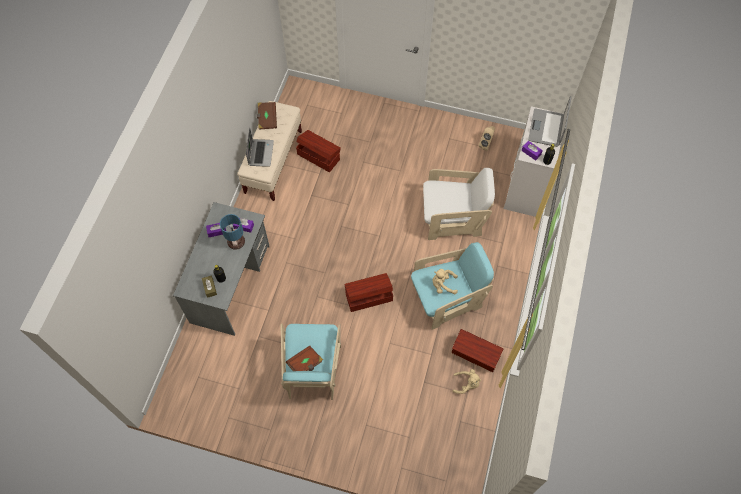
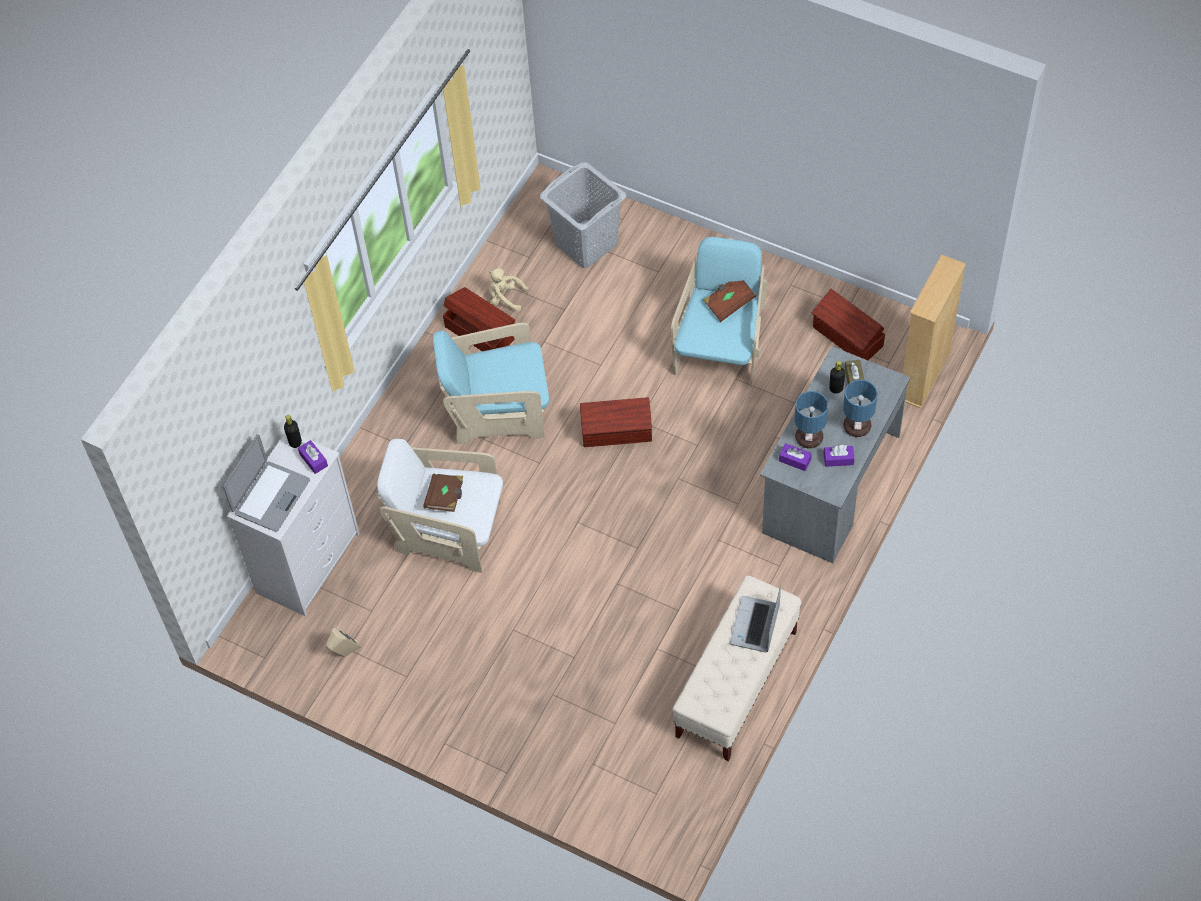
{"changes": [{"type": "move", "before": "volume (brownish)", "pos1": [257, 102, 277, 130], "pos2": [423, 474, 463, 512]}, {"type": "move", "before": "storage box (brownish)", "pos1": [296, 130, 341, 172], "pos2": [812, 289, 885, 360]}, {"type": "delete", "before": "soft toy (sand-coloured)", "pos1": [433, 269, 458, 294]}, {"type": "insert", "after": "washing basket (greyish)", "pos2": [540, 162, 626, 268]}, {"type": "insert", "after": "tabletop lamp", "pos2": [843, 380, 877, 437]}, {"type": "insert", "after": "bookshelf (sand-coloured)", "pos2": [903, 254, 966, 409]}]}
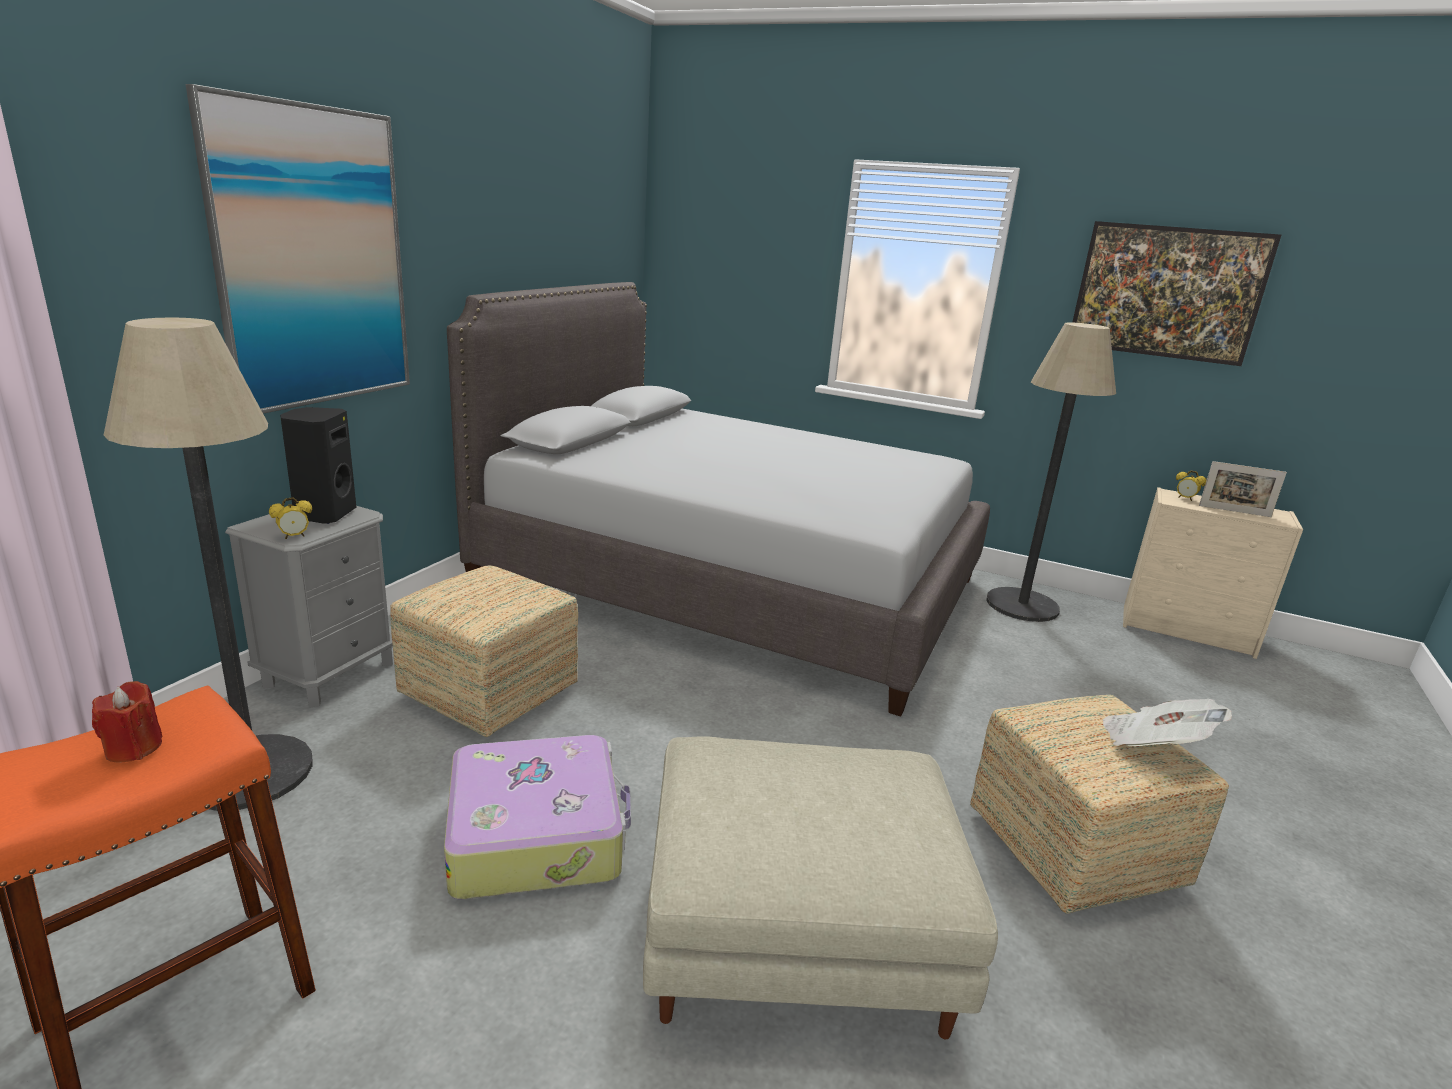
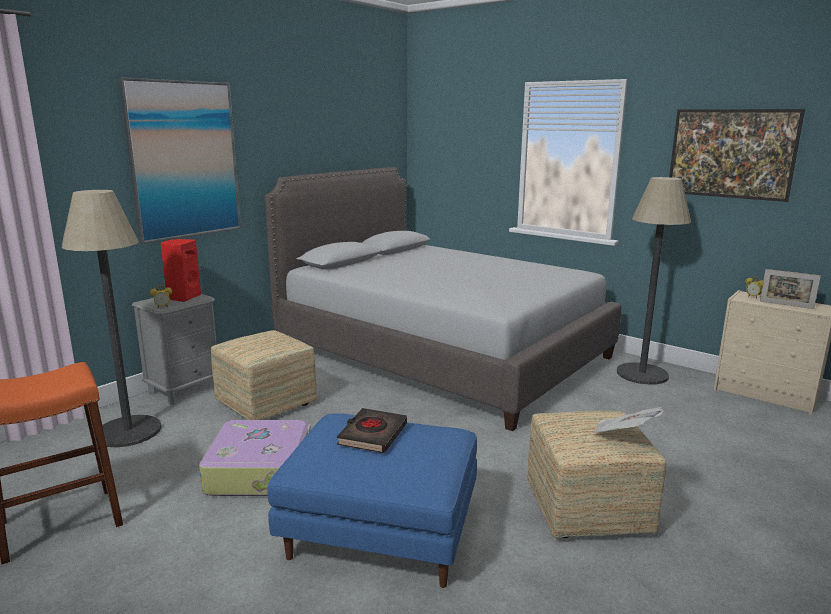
{"changes": [{"type": "delete", "before": "wax candle (red)", "pos1": [92, 681, 163, 763]}, {"type": "recolor", "before": "speaker (black)", "after": "speaker (red)", "pos1": [280, 407, 356, 524], "pos2": [161, 239, 201, 302]}, {"type": "recolor", "before": "ottoman (sand-coloured)", "after": "ottoman (blue-coloured)", "pos1": [643, 736, 998, 1039], "pos2": [267, 413, 477, 588]}, {"type": "insert", "after": "volume (black)", "pos2": [337, 408, 407, 453]}]}
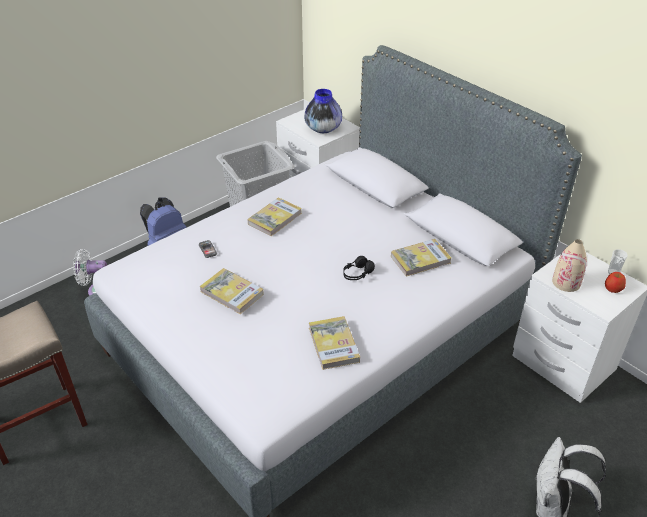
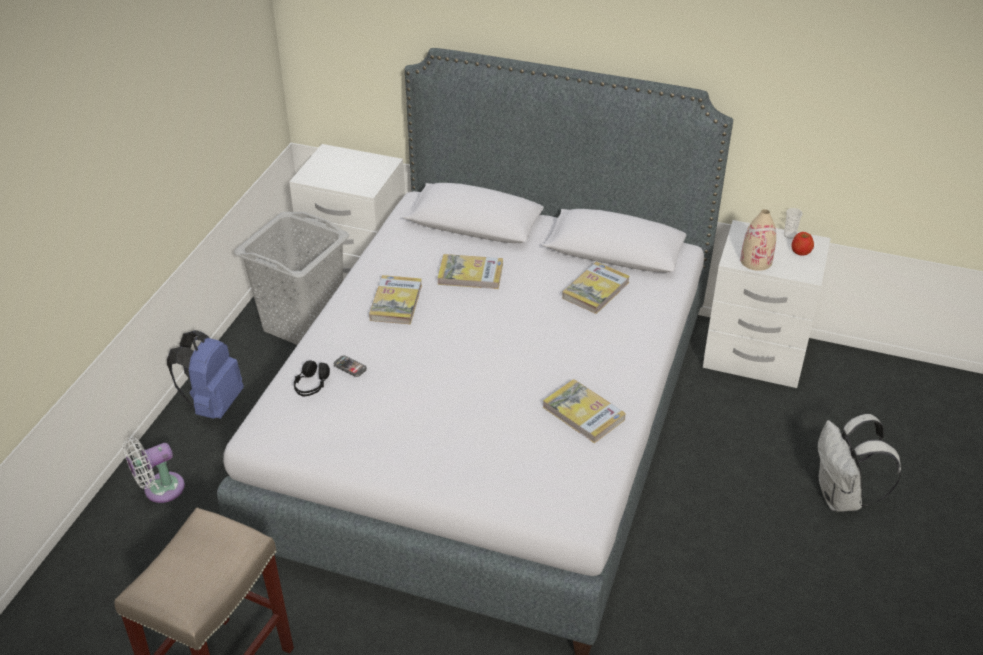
{"changes": [{"type": "move", "before": "volume", "pos1": [199, 268, 264, 314], "pos2": [438, 254, 503, 289]}, {"type": "delete", "before": "vase", "pos1": [304, 89, 342, 133]}, {"type": "move", "before": "pair of headphones (black)", "pos1": [343, 256, 375, 280], "pos2": [294, 360, 330, 396]}]}
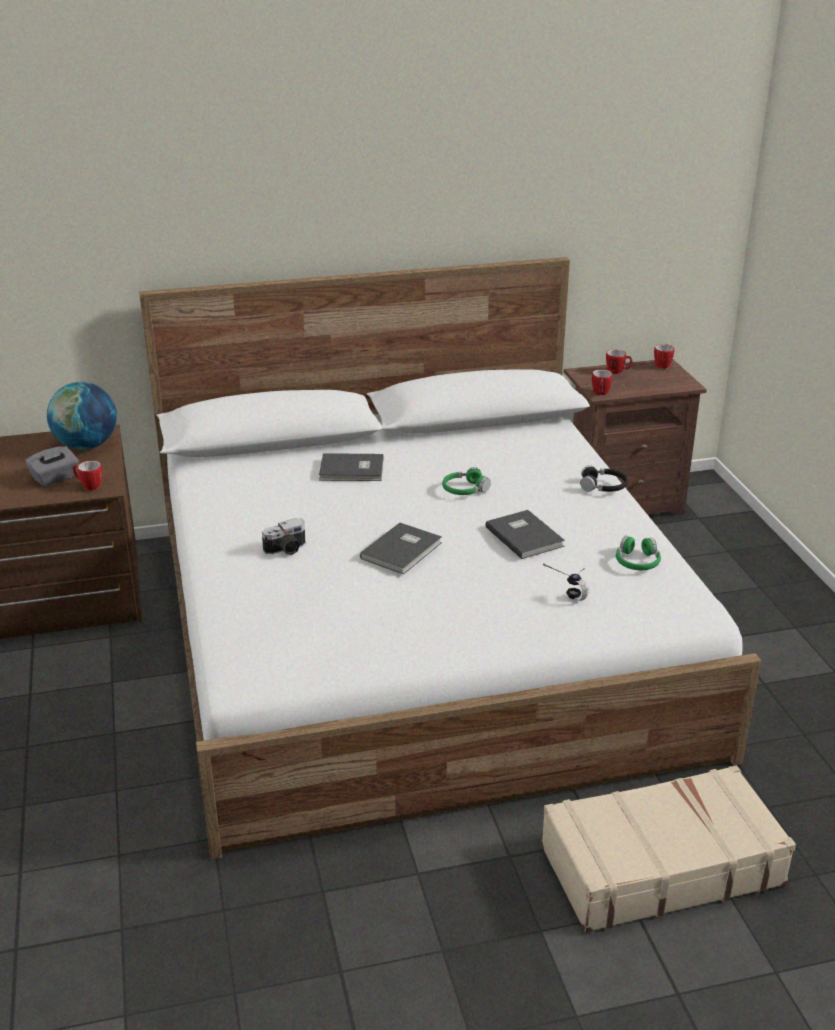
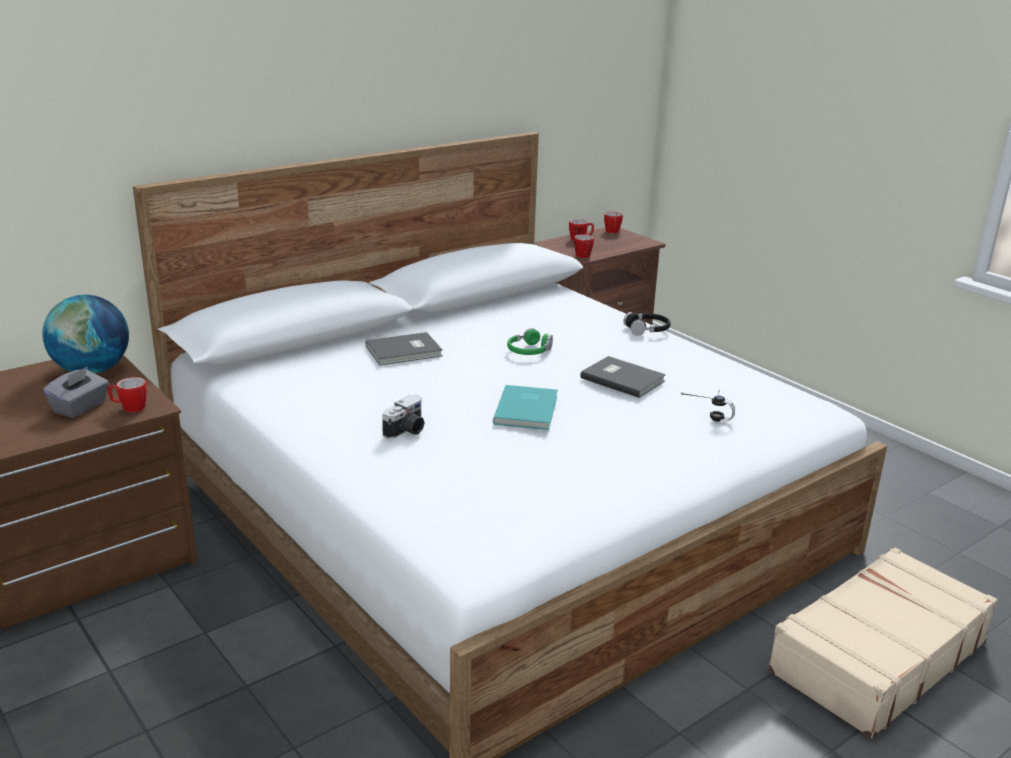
{"changes": [{"type": "recolor", "before": "volume (greyish)", "after": "volume (turquoise)", "pos1": [360, 523, 442, 574], "pos2": [493, 385, 558, 430]}, {"type": "delete", "before": "pair of headphones (green)", "pos1": [616, 536, 661, 570]}]}
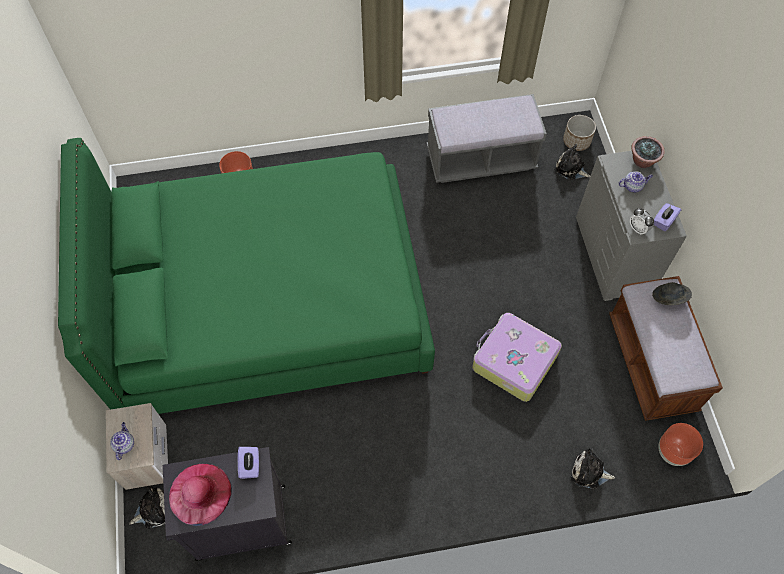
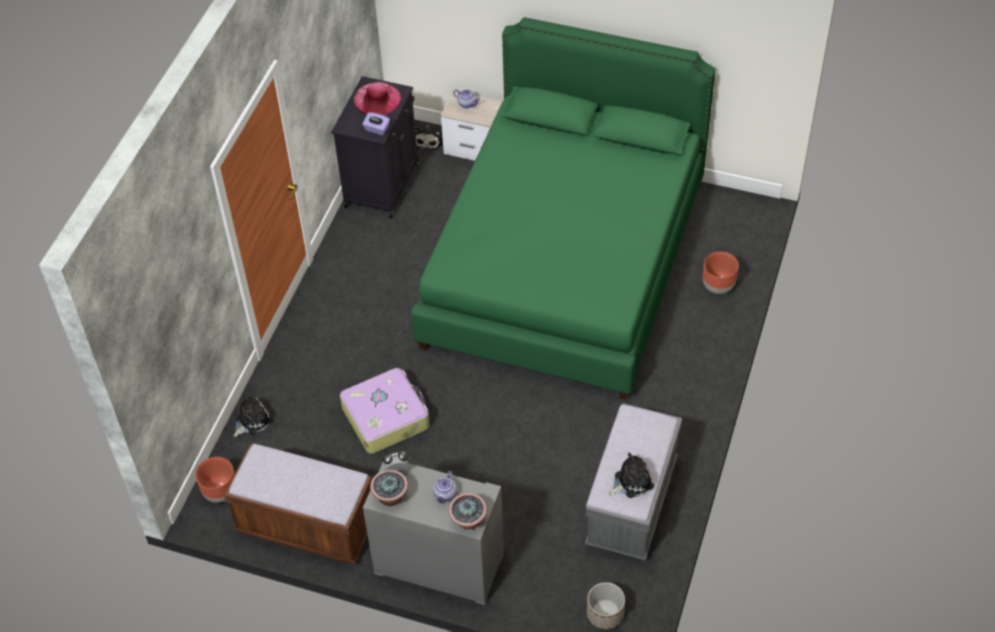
{"changes": [{"type": "move", "before": "soft toy", "pos1": [554, 144, 590, 180], "pos2": [609, 453, 654, 498]}, {"type": "delete", "before": "clothing hat (greyish)", "pos1": [652, 282, 692, 305]}, {"type": "replace", "before": "tissue box (purple)", "after": "houseplant", "pos1": [654, 203, 681, 231], "pos2": [370, 470, 408, 506]}]}
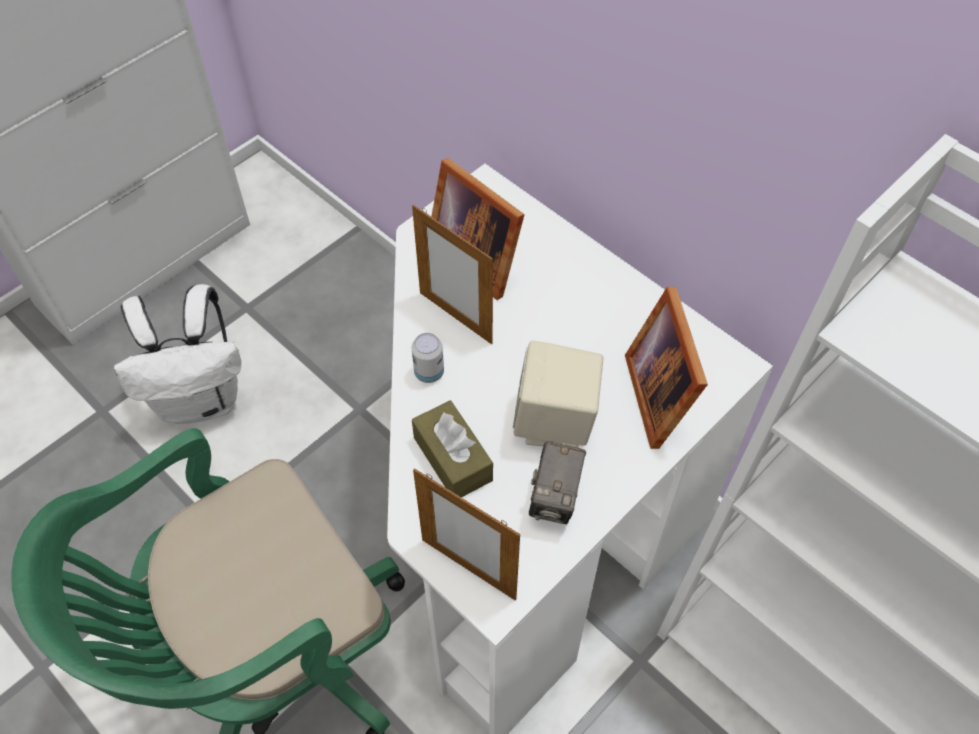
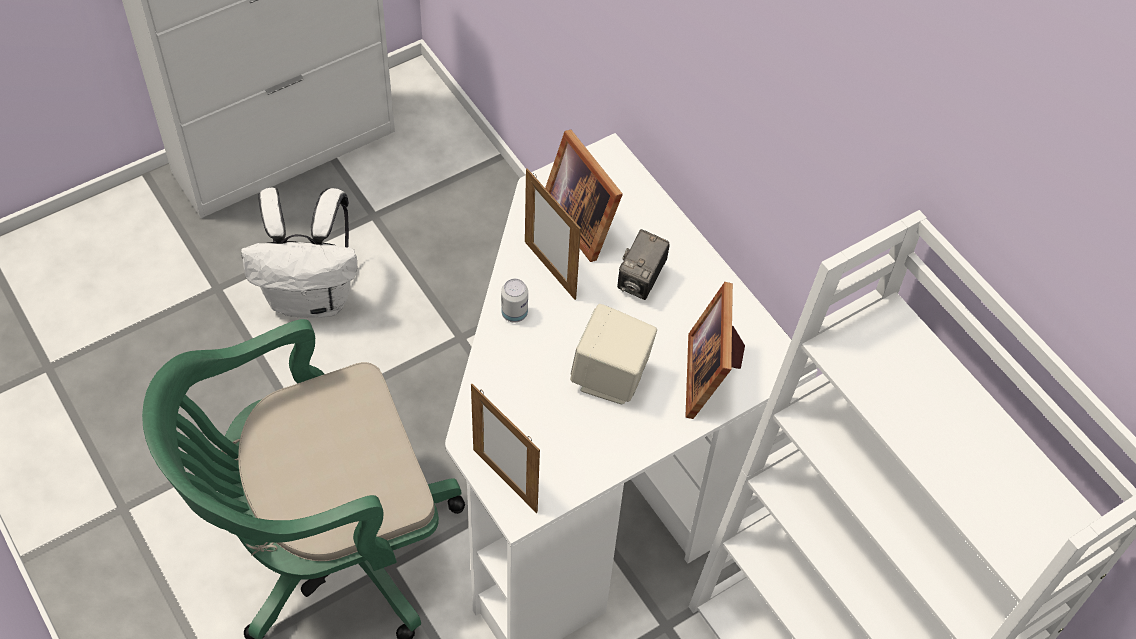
{"changes": [{"type": "delete", "before": "tissue box (brownish)", "pos1": [412, 400, 493, 498]}, {"type": "move", "before": "photo camera", "pos1": [529, 441, 586, 524], "pos2": [617, 229, 670, 300]}]}
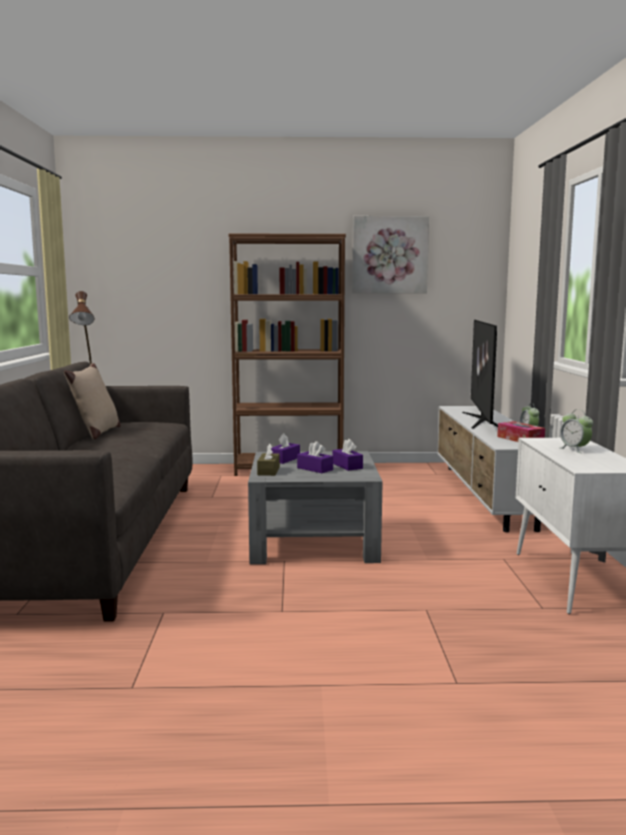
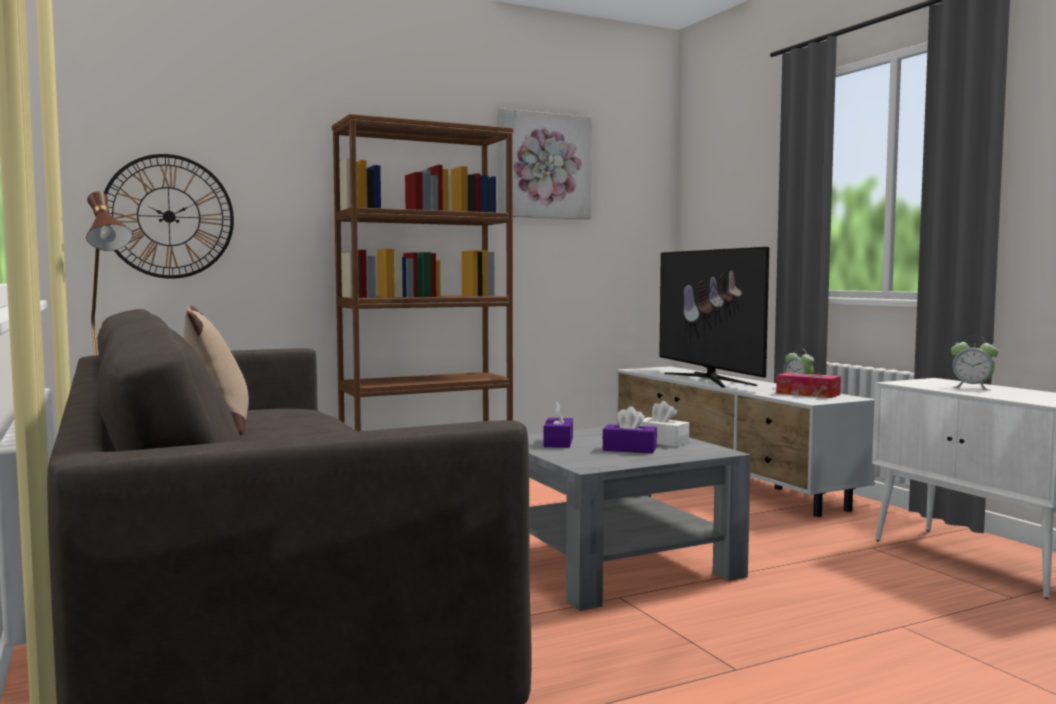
{"changes": [{"type": "delete", "before": "tissue box (brownish)", "pos1": [257, 444, 280, 476]}, {"type": "recolor", "before": "tissue box (purple)", "after": "tissue box (whitish)", "pos1": [333, 439, 363, 471], "pos2": [639, 401, 689, 447]}, {"type": "insert", "after": "clock on the wall", "pos2": [104, 154, 234, 279]}]}
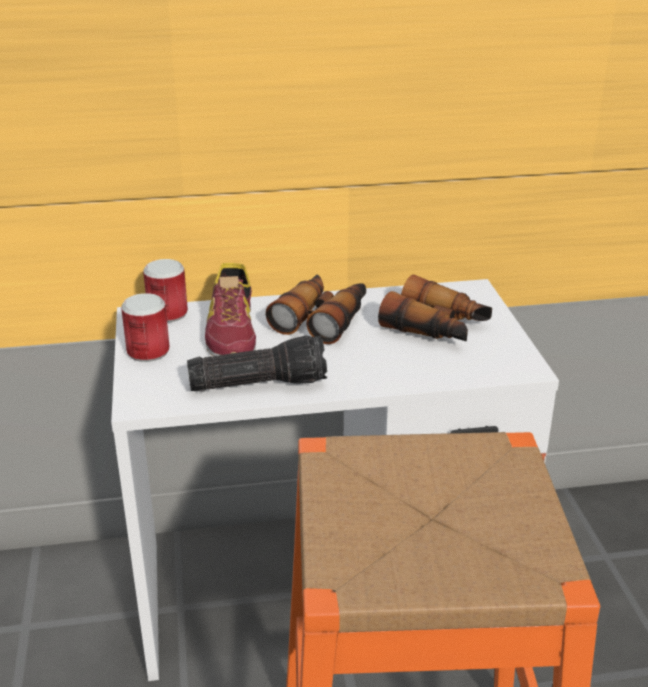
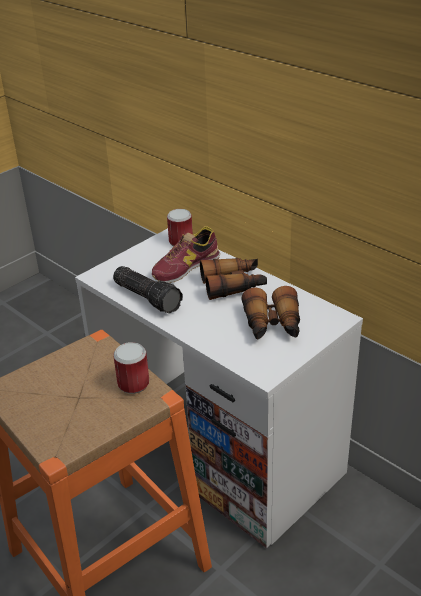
{"changes": [{"type": "move", "before": "can", "pos1": [121, 293, 170, 362], "pos2": [113, 342, 149, 394]}]}
